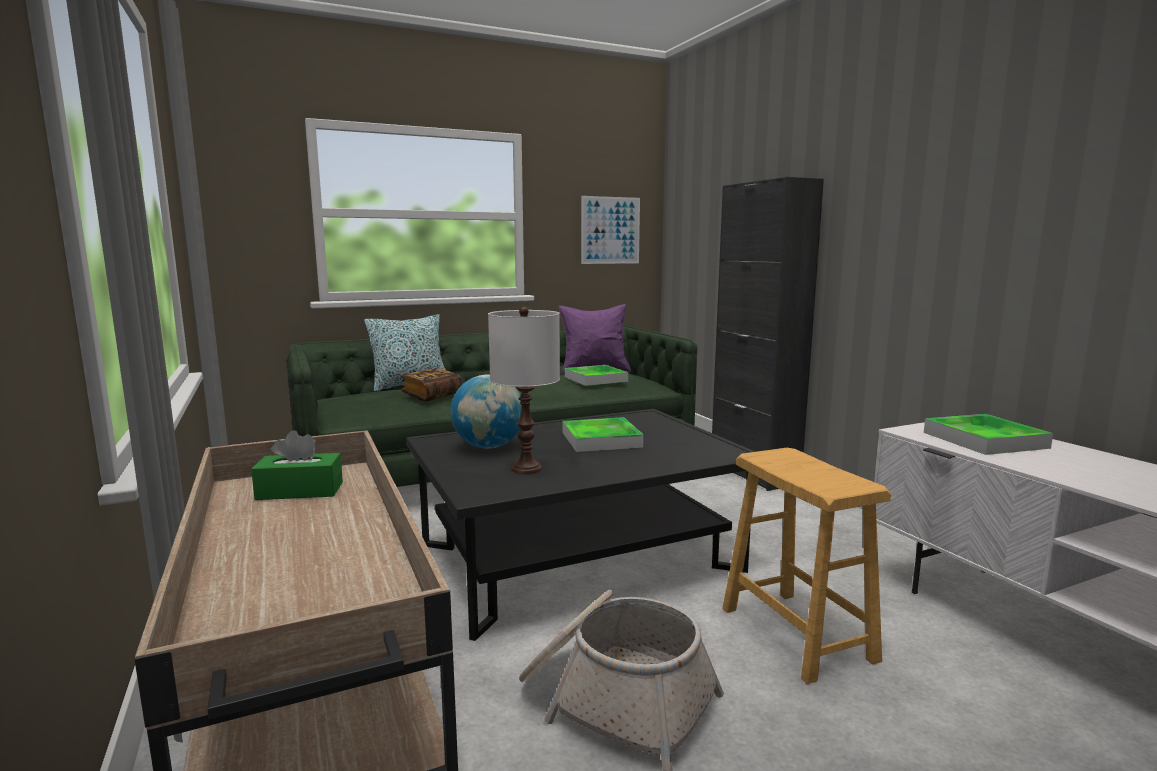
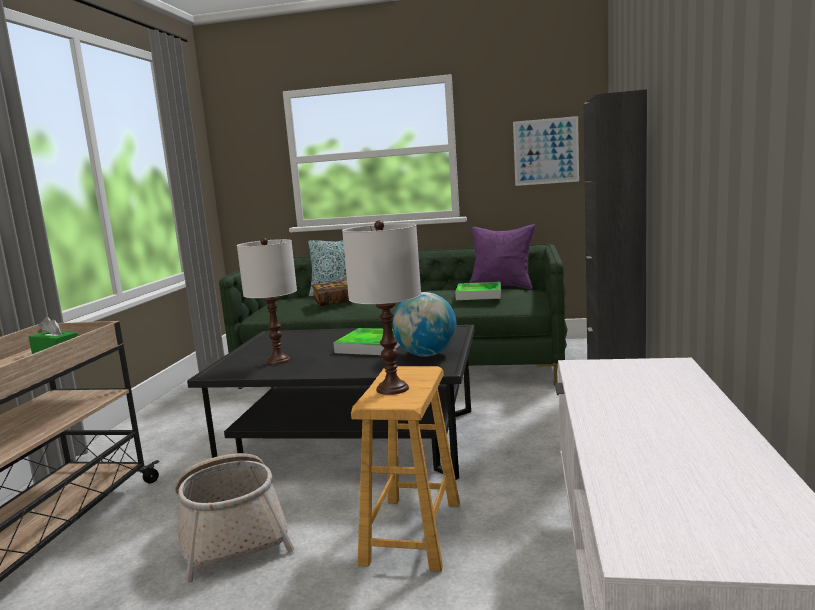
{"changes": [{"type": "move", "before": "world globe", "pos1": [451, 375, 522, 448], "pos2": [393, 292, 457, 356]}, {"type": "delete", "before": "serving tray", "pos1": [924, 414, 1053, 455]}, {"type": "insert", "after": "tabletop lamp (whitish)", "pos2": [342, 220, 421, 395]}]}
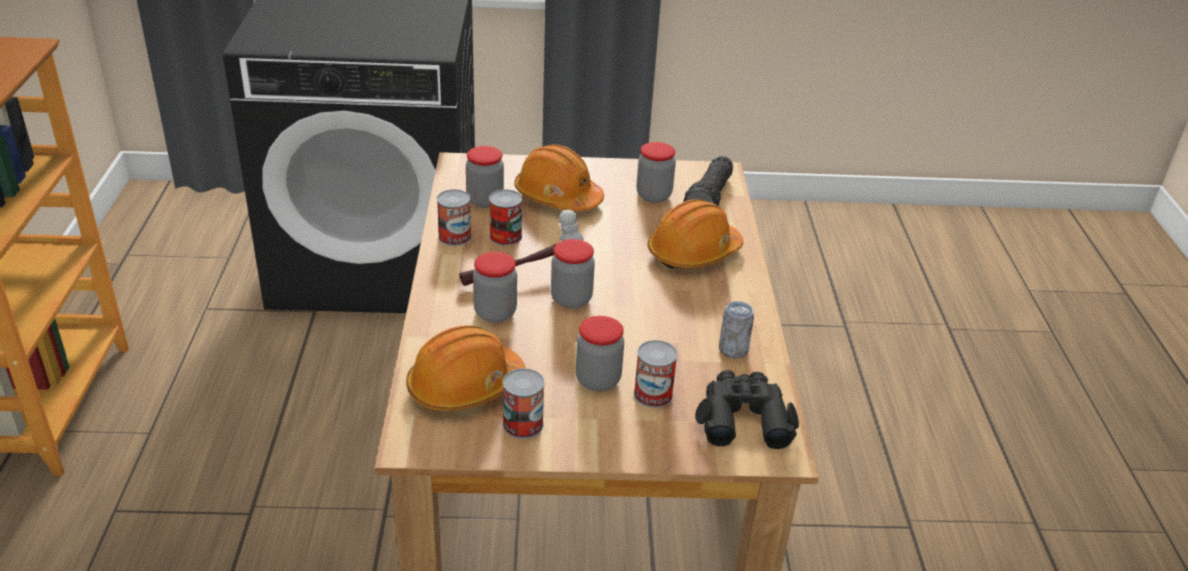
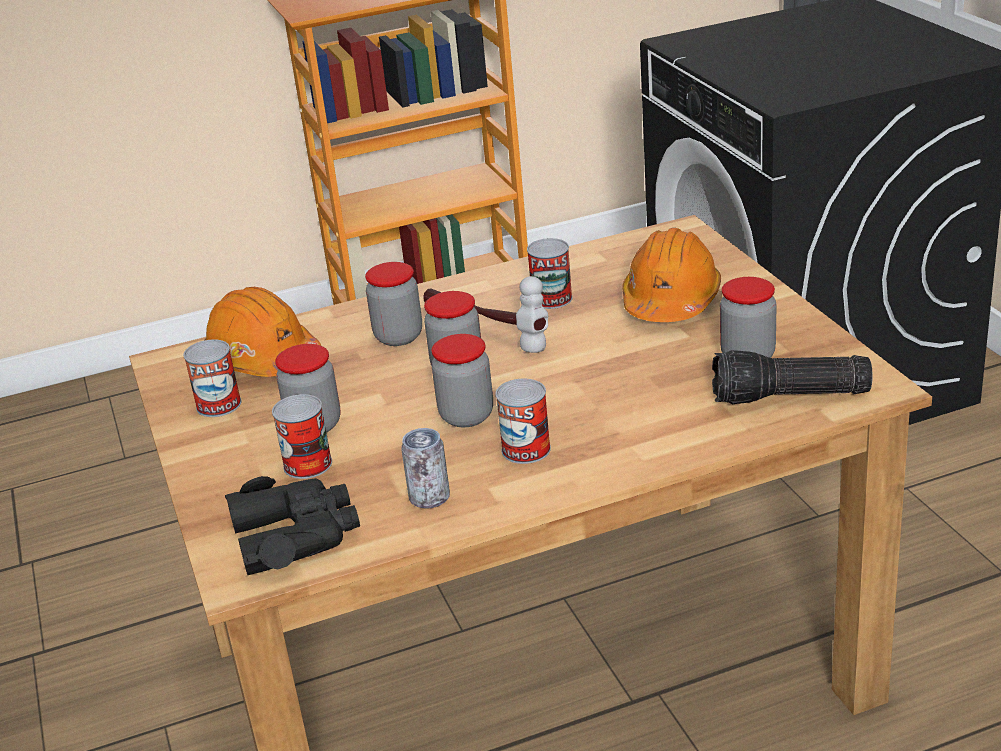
{"changes": [{"type": "move", "before": "can", "pos1": [437, 189, 471, 246], "pos2": [495, 378, 551, 464]}, {"type": "move", "before": "preserve jar", "pos1": [466, 146, 504, 208], "pos2": [431, 334, 493, 427]}, {"type": "delete", "before": "work helmet (orangey)", "pos1": [648, 199, 743, 269]}]}
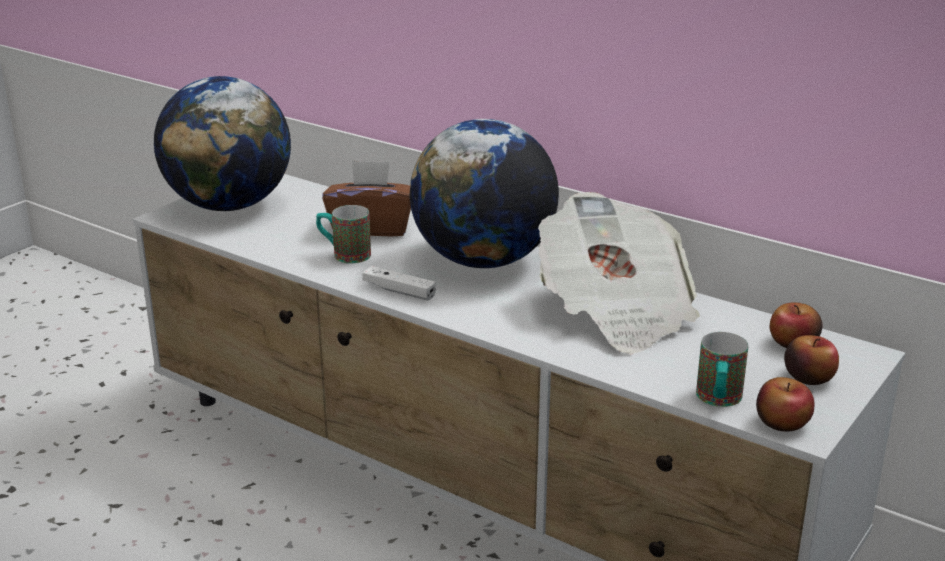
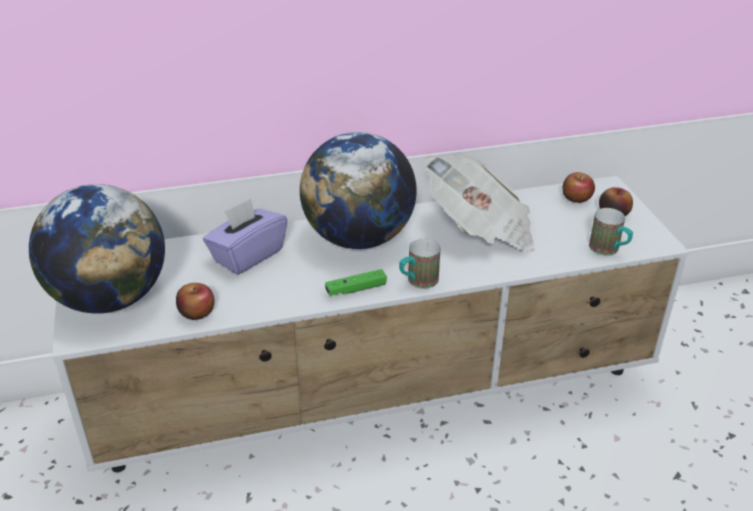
{"changes": [{"type": "move", "before": "coffee mug", "pos1": [316, 205, 371, 263], "pos2": [399, 238, 441, 289]}, {"type": "recolor", "before": "tissue box (brownish)", "after": "tissue box (purple)", "pos1": [322, 160, 411, 236], "pos2": [203, 199, 287, 275]}, {"type": "recolor", "before": "game controller (whitish)", "after": "game controller (green)", "pos1": [362, 266, 436, 300], "pos2": [325, 269, 387, 296]}, {"type": "move", "before": "apple", "pos1": [756, 377, 815, 432], "pos2": [176, 283, 214, 320]}]}
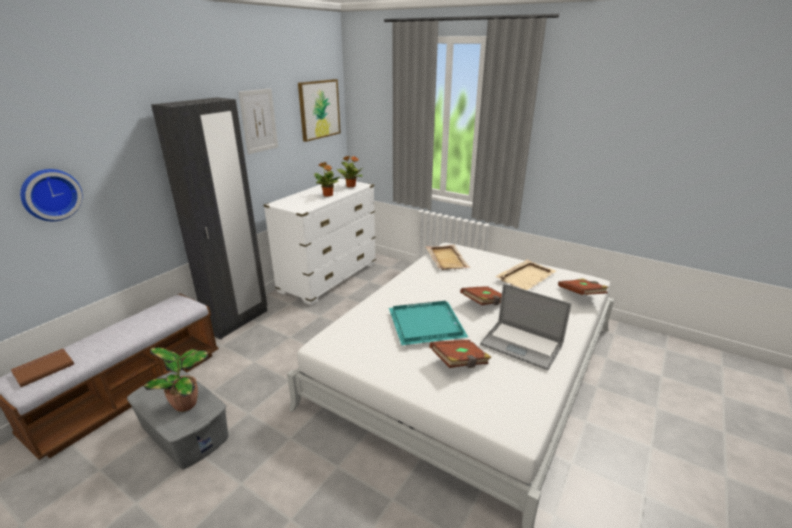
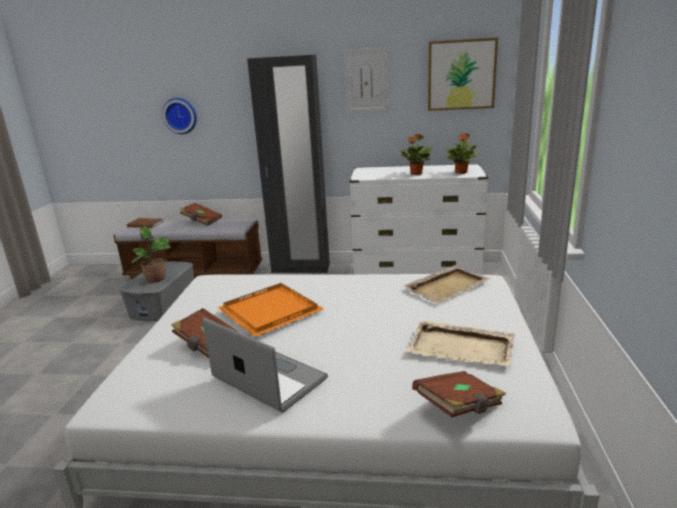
{"changes": [{"type": "recolor", "before": "serving tray (turquoise)", "after": "serving tray (orangey)", "pos1": [389, 301, 468, 345], "pos2": [218, 283, 324, 337]}, {"type": "move", "before": "volume (brownish)", "pos1": [460, 286, 502, 305], "pos2": [180, 203, 222, 226]}, {"type": "rotate", "before": "laptop", "pos1": [480, 284, 571, 370], "pos2": [203, 318, 328, 413], "turn": 120}]}
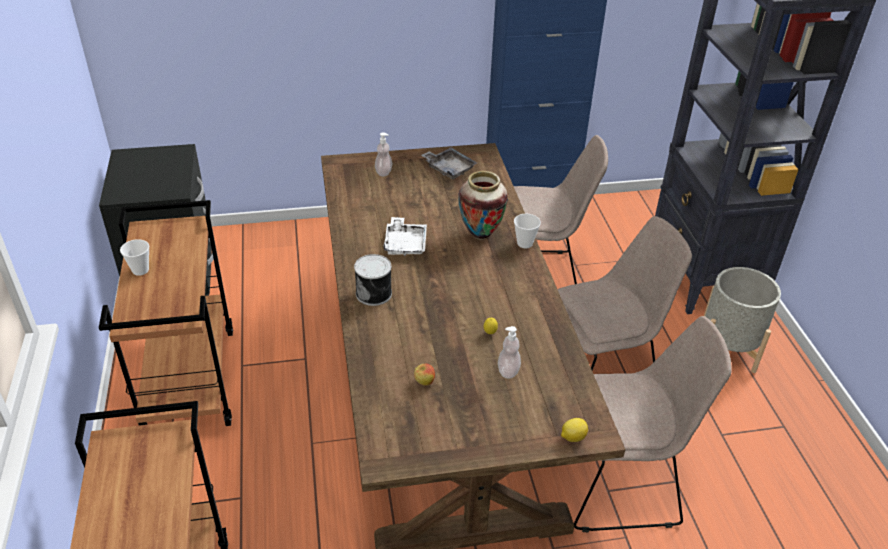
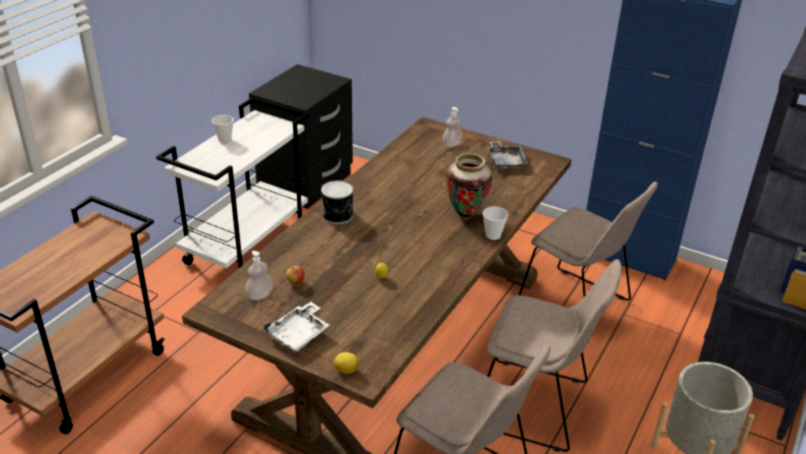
{"changes": [{"type": "recolor", "before": "trolley (brownish)", "after": "trolley (whitish)", "pos1": [99, 200, 233, 426], "pos2": [156, 97, 309, 268]}, {"type": "move", "before": "serving tray (whitish)", "pos1": [384, 217, 427, 256], "pos2": [264, 302, 330, 352]}, {"type": "move", "before": "soap bottle", "pos1": [498, 326, 521, 378], "pos2": [245, 251, 273, 300]}]}
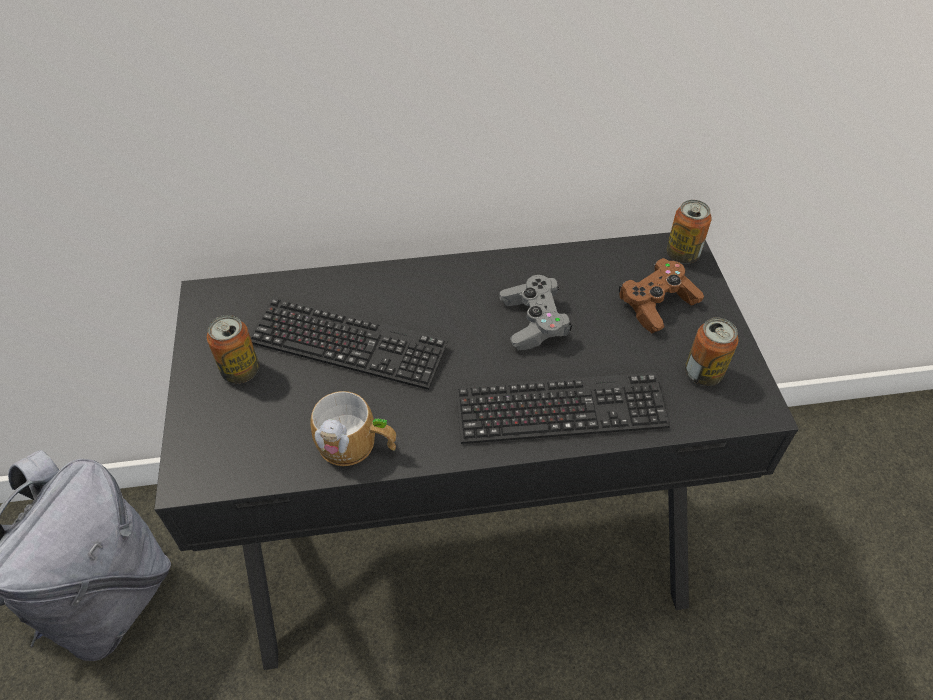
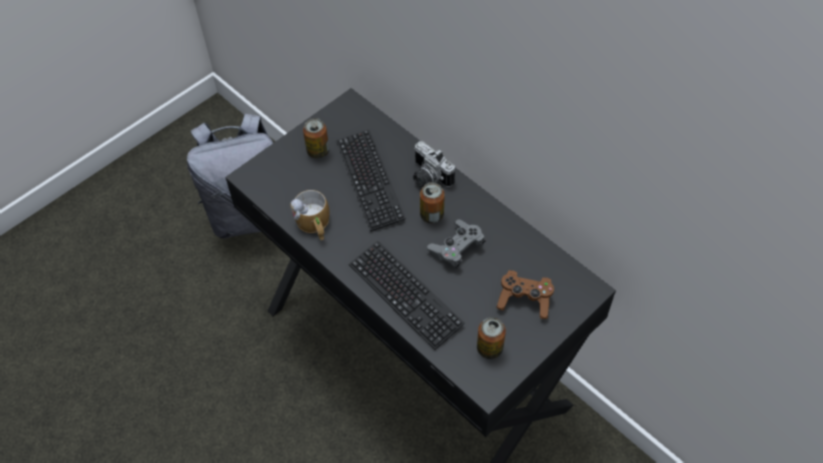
{"changes": [{"type": "move", "before": "can", "pos1": [666, 200, 712, 264], "pos2": [420, 182, 445, 223]}, {"type": "insert", "after": "photo camera", "pos2": [413, 141, 455, 188]}]}
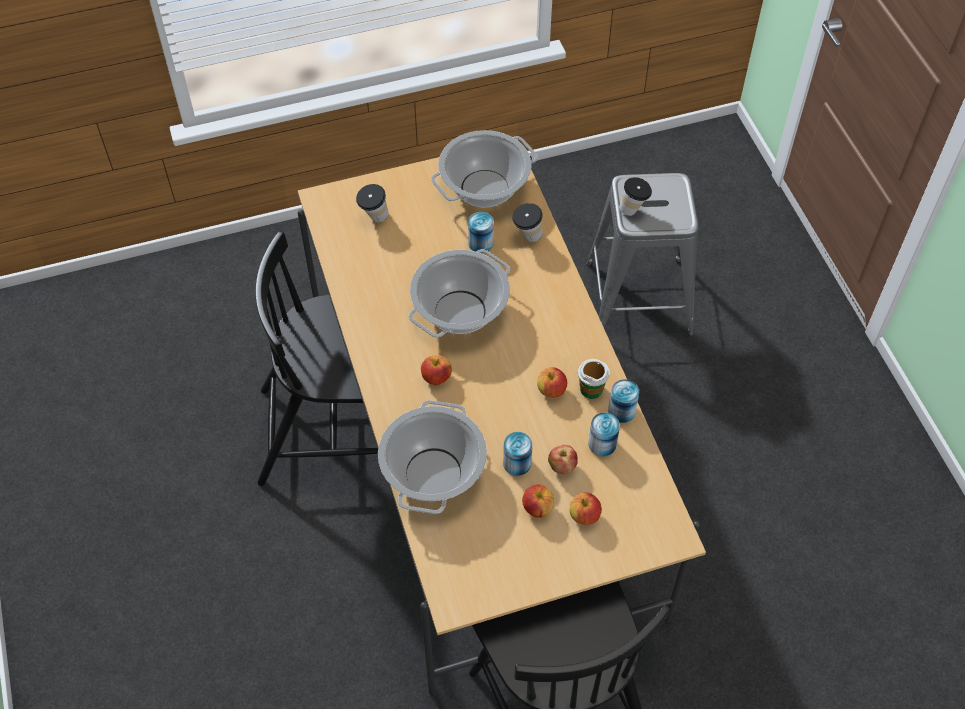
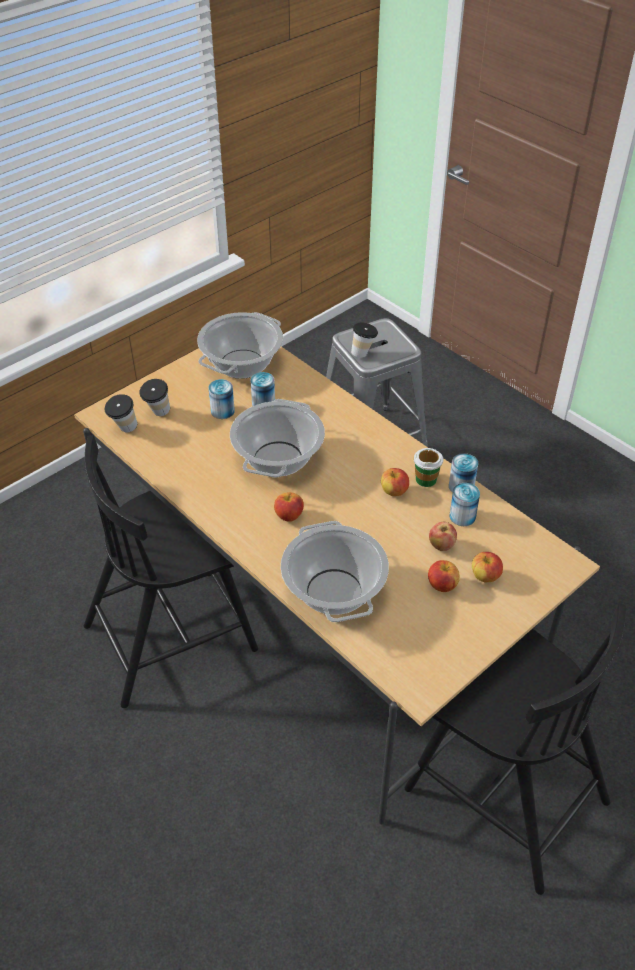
{"changes": [{"type": "move", "before": "can", "pos1": [503, 432, 533, 476], "pos2": [209, 379, 235, 419]}, {"type": "move", "before": "small cup", "pos1": [512, 203, 543, 242], "pos2": [105, 394, 137, 432]}]}
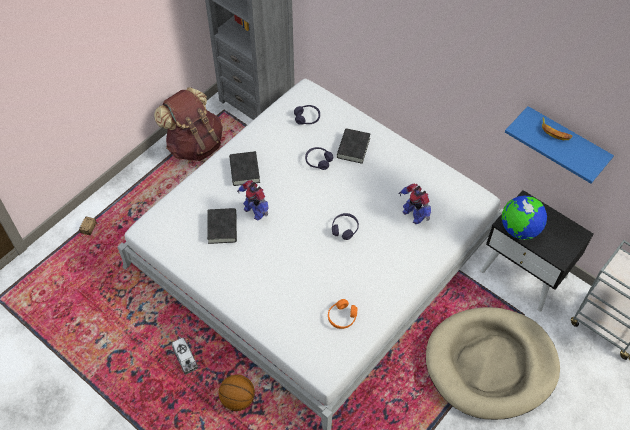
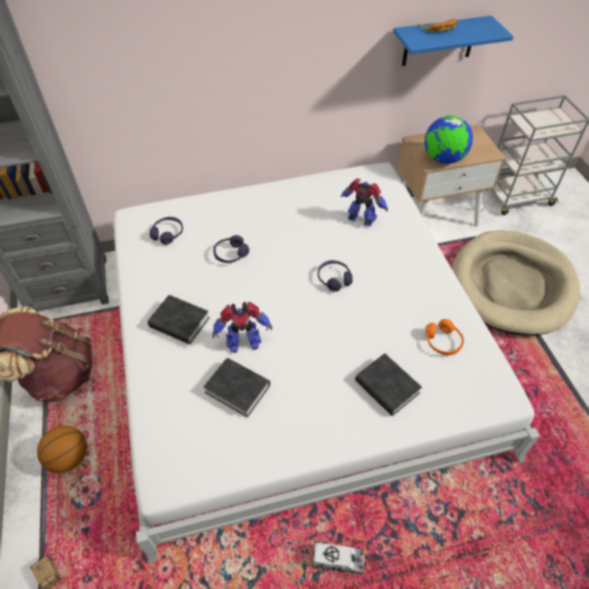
{"changes": [{"type": "move", "before": "ball for basketball", "pos1": [219, 375, 255, 411], "pos2": [37, 426, 87, 473]}, {"type": "move", "before": "volume (black)", "pos1": [337, 128, 371, 164], "pos2": [355, 353, 422, 416]}, {"type": "rotate", "before": "toy robot", "pos1": [399, 184, 431, 224], "pos2": [341, 179, 388, 227], "turn": -150}, {"type": "recolor", "before": "nightstand (black)", "after": "nightstand (sand-coloured)", "pos1": [481, 190, 594, 312], "pos2": [397, 125, 506, 227]}]}
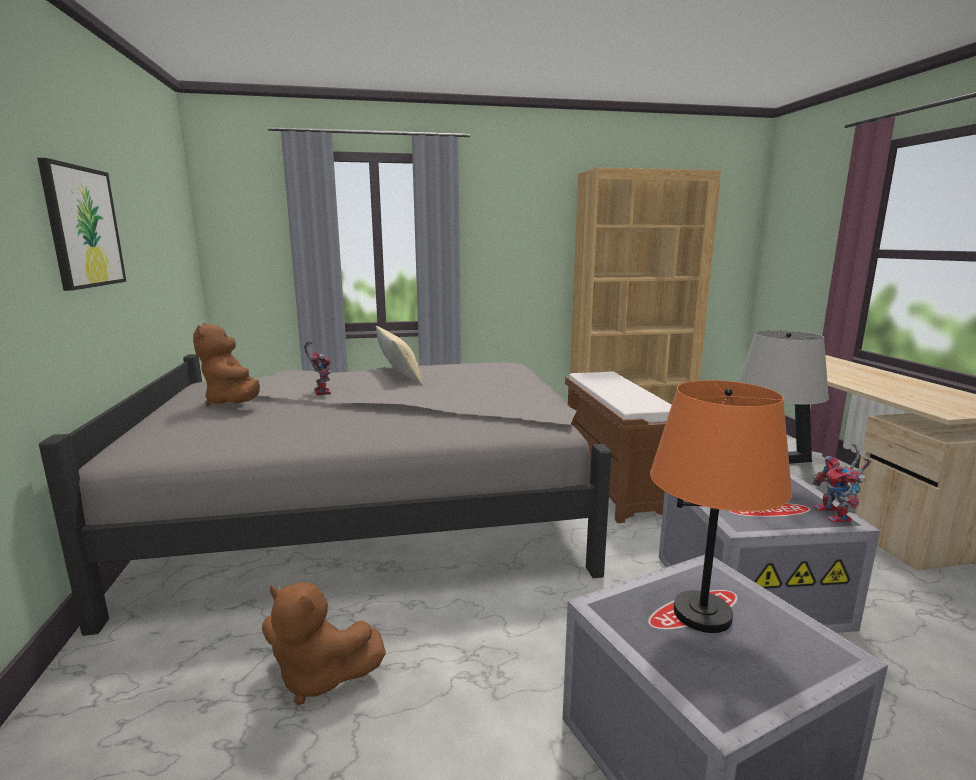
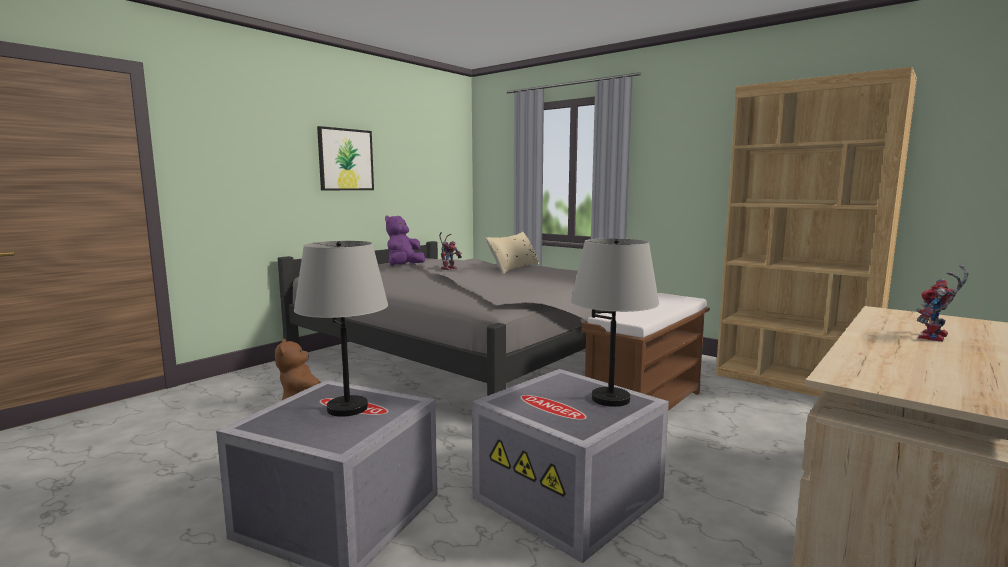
{"changes": [{"type": "recolor", "before": "soft toy (brownish)", "after": "soft toy (purple)", "pos1": [193, 323, 260, 406], "pos2": [385, 215, 425, 266]}, {"type": "recolor", "before": "tabletop lamp (orangey)", "after": "tabletop lamp (greyish)", "pos1": [650, 380, 792, 633], "pos2": [294, 241, 388, 417]}, {"type": "move", "before": "toy robot", "pos1": [812, 443, 871, 523], "pos2": [916, 265, 969, 342]}]}
